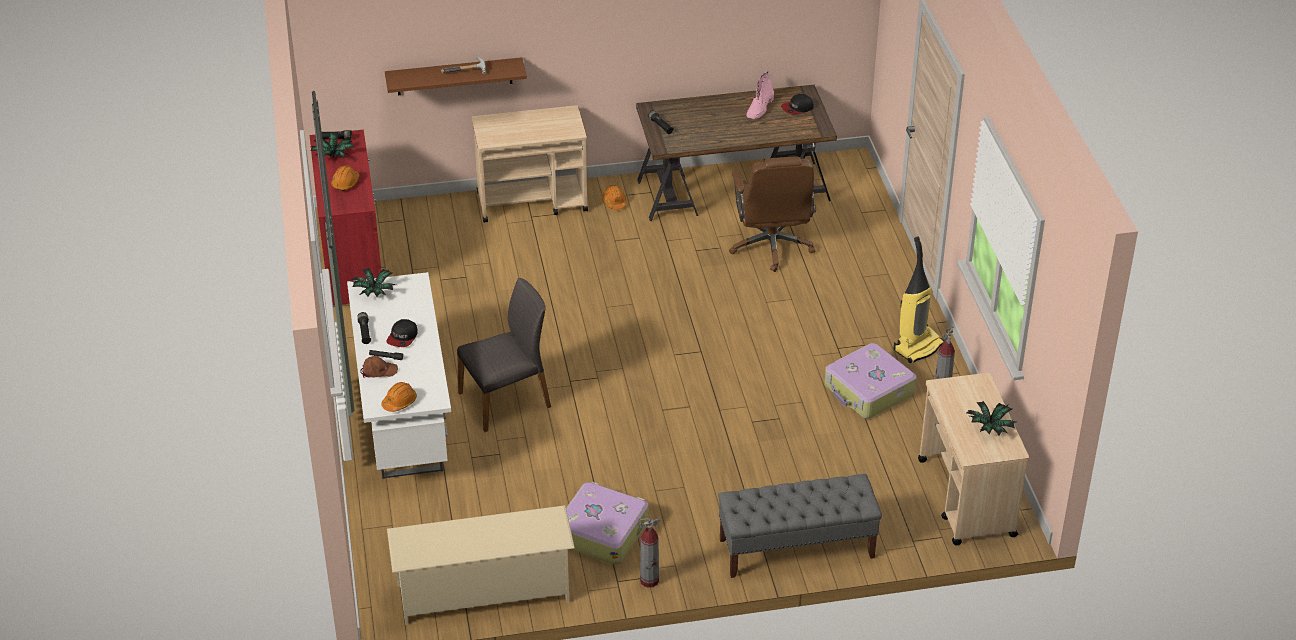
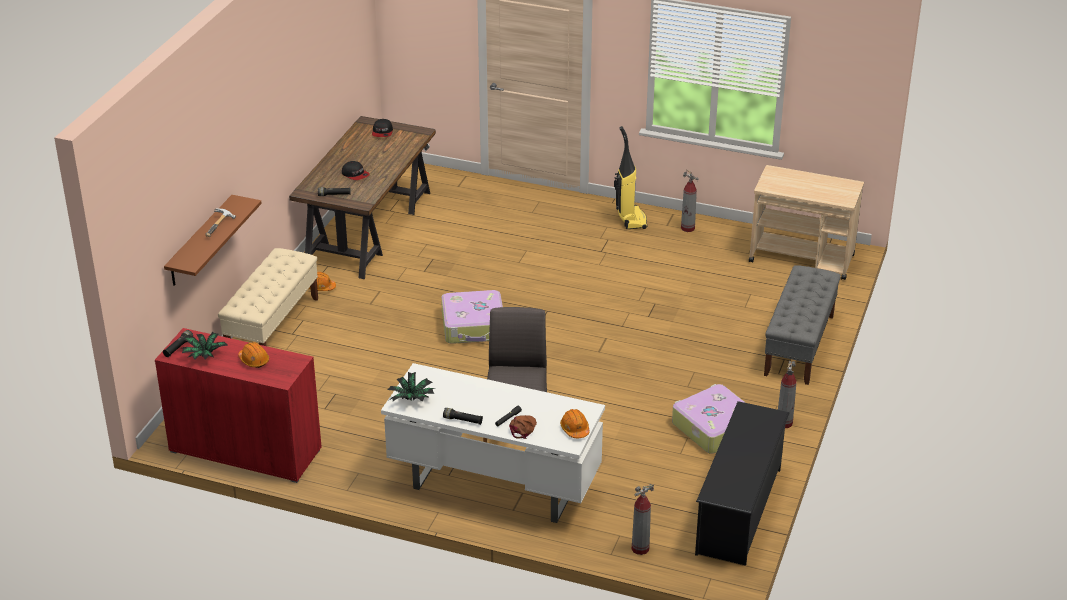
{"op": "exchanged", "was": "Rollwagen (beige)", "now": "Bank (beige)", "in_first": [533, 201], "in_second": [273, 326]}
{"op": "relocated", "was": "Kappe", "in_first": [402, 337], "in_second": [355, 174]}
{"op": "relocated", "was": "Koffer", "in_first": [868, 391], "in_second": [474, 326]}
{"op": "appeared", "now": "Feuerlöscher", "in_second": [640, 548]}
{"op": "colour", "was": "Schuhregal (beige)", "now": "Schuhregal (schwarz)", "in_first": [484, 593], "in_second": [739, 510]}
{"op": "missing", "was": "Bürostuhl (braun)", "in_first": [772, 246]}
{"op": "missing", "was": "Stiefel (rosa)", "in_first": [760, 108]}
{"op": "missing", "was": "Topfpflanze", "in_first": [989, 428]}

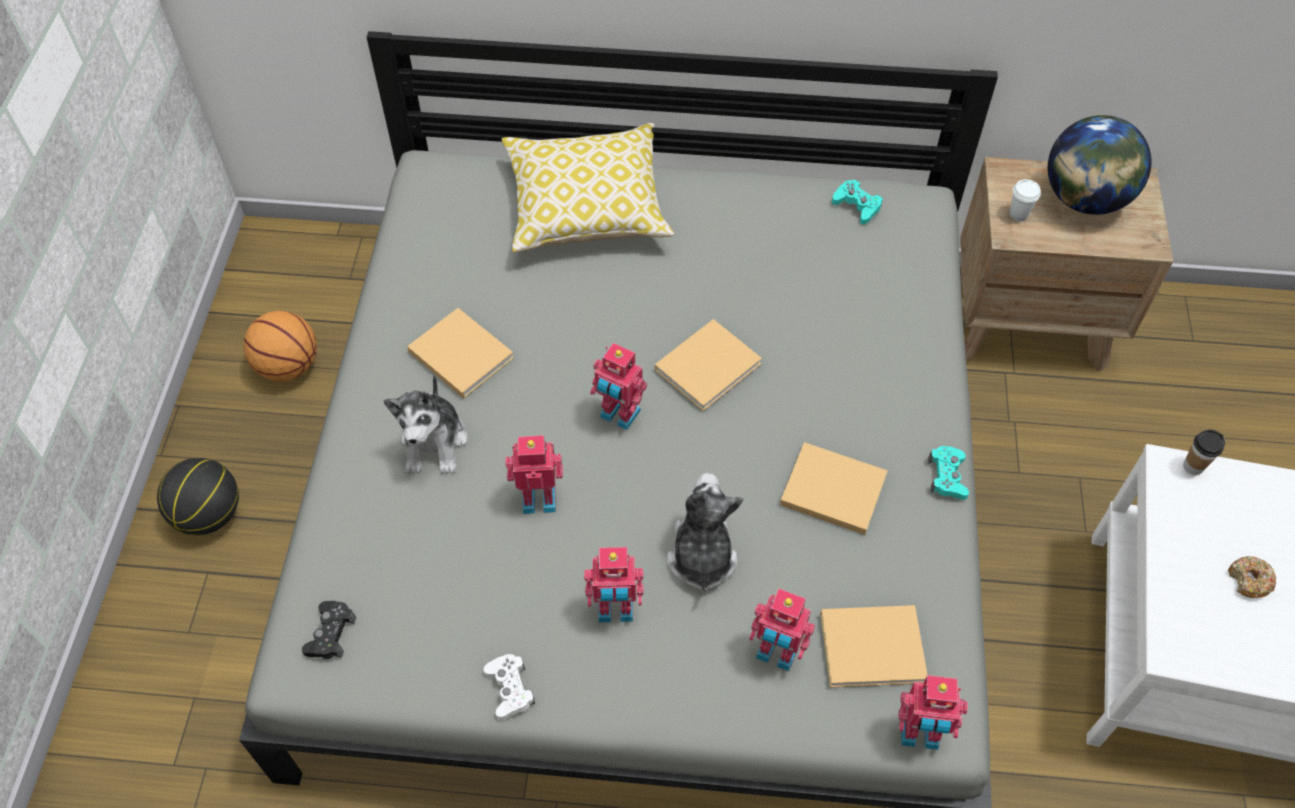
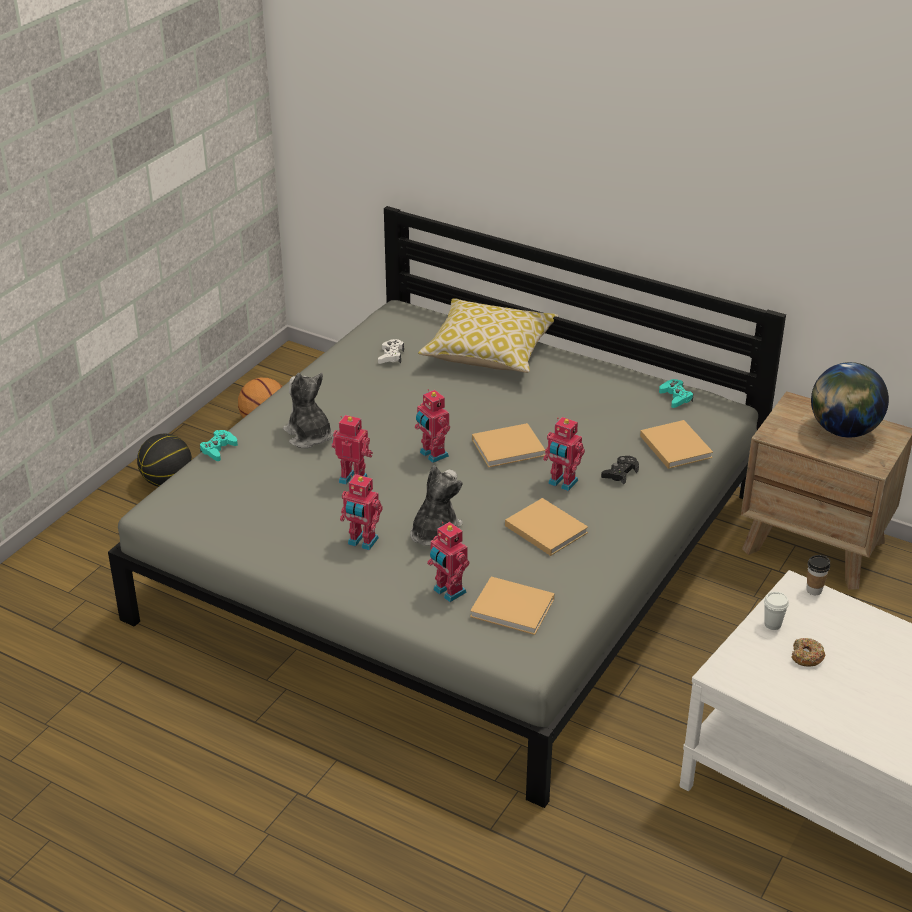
{"op": "relocated", "was": "Gamepad (türkis)", "in_first": [947, 477], "in_second": [218, 449]}
{"op": "spun", "was": "Plüschtier", "in_first": [434, 442], "in_second": [309, 436], "clockwise": 120}
{"op": "relocated", "was": "Gamepad (weiß)", "in_first": [510, 689], "in_second": [391, 356]}
{"op": "relocated", "was": "Spielzeugroboter", "in_first": [919, 735], "in_second": [562, 483]}
{"op": "relocated", "was": "Gamepad (schwarz)", "in_first": [330, 634], "in_second": [620, 473]}
{"op": "relocated", "was": "Buch (beige)", "in_first": [459, 353], "in_second": [674, 445]}
{"op": "relocated", "was": "Tasse (weiß)", "in_first": [1018, 214], "in_second": [772, 624]}

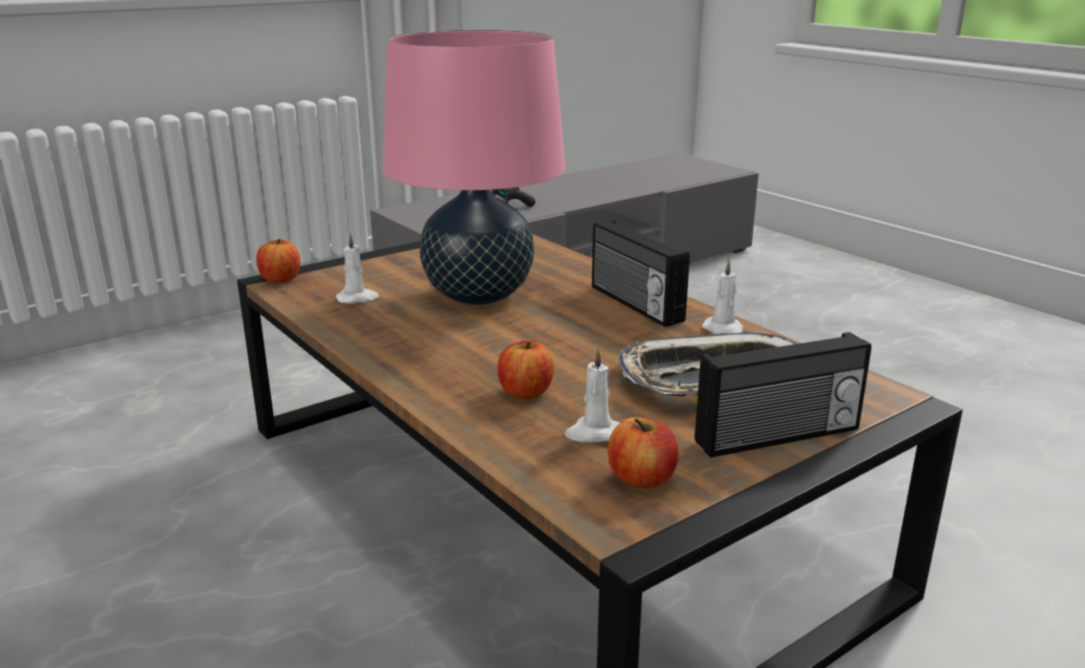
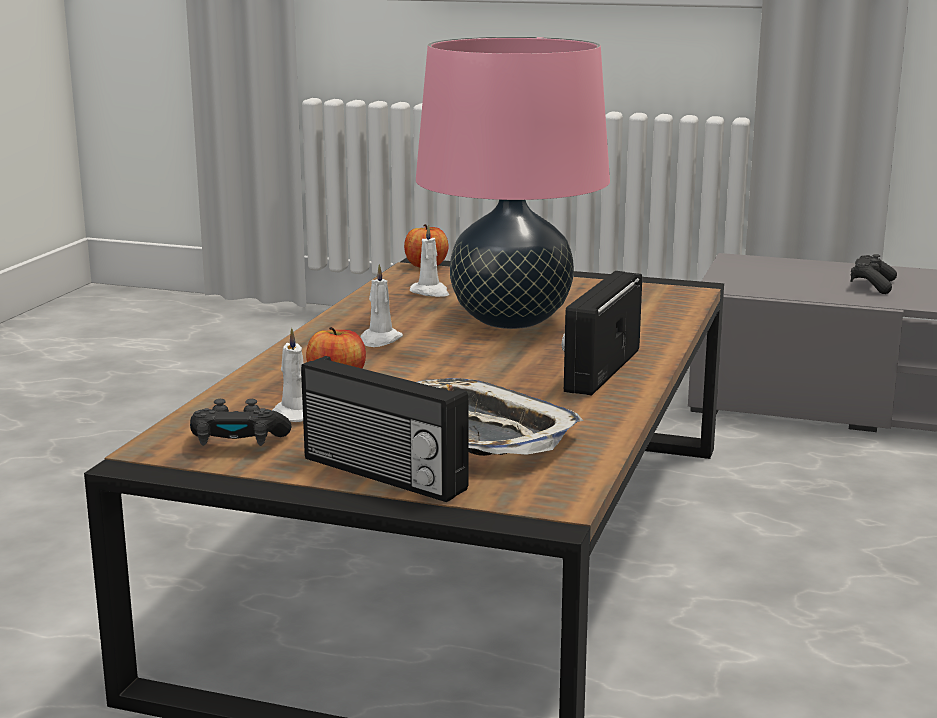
{"op": "exchanged", "was": "Apfel", "now": "Gamepad (schwarz)", "in_first": [641, 478], "in_second": [237, 444]}
{"op": "relocated", "was": "Kerze (weiß)", "in_first": [724, 330], "in_second": [380, 340]}

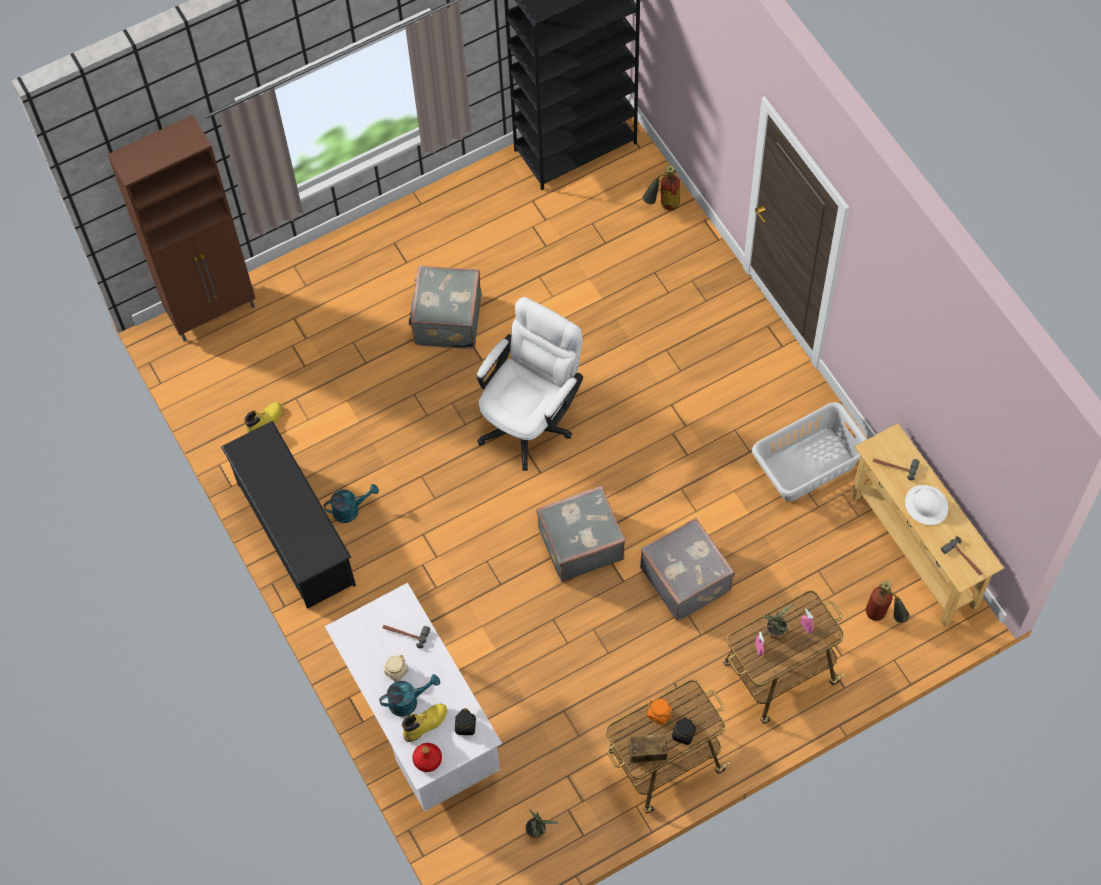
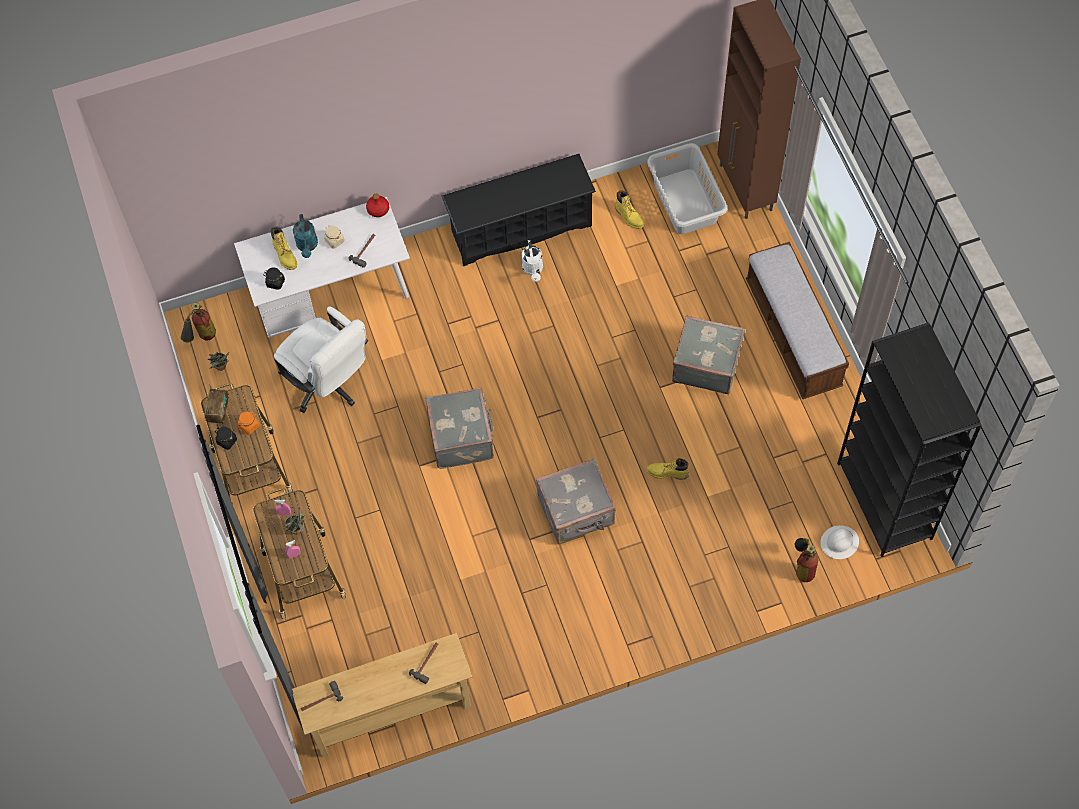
{"op": "relocated", "was": "Feuerlöscher", "in_first": [883, 617], "in_second": [202, 338]}
{"op": "relocated", "was": "Bürostuhl (weiß)", "in_first": [531, 419], "in_second": [328, 384]}
{"op": "relocated", "was": "Flasche (rot)", "in_first": [427, 759], "in_second": [378, 209]}
{"op": "colour", "was": "Gießkanne (türkis)", "now": "Gießkanne (weiß)", "in_first": [351, 509], "in_second": [533, 270]}
{"op": "relocated", "was": "Koffer (grau)", "in_first": [686, 578], "in_second": [577, 512]}
{"op": "appeared", "now": "Stiefel (gelb)", "in_second": [667, 473]}
{"op": "relocated", "was": "Wäschekorb (grau)", "in_first": [807, 464], "in_second": [685, 201]}
{"op": "appeared", "now": "Bank", "in_second": [792, 334]}
{"op": "relocated", "was": "Schutzhelm (weiß)", "in_first": [926, 505], "in_second": [839, 543]}

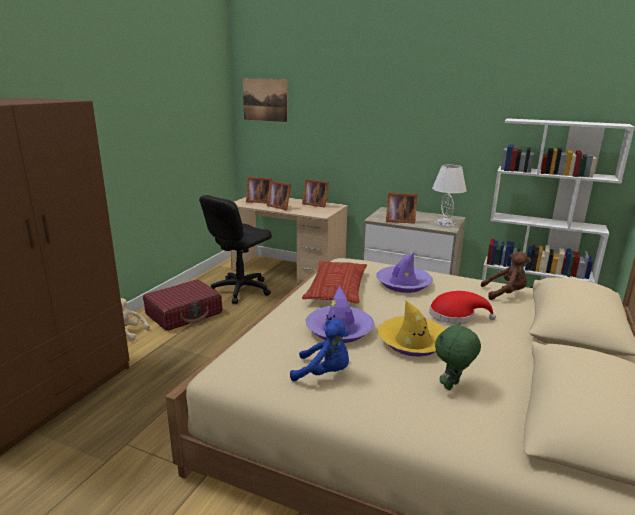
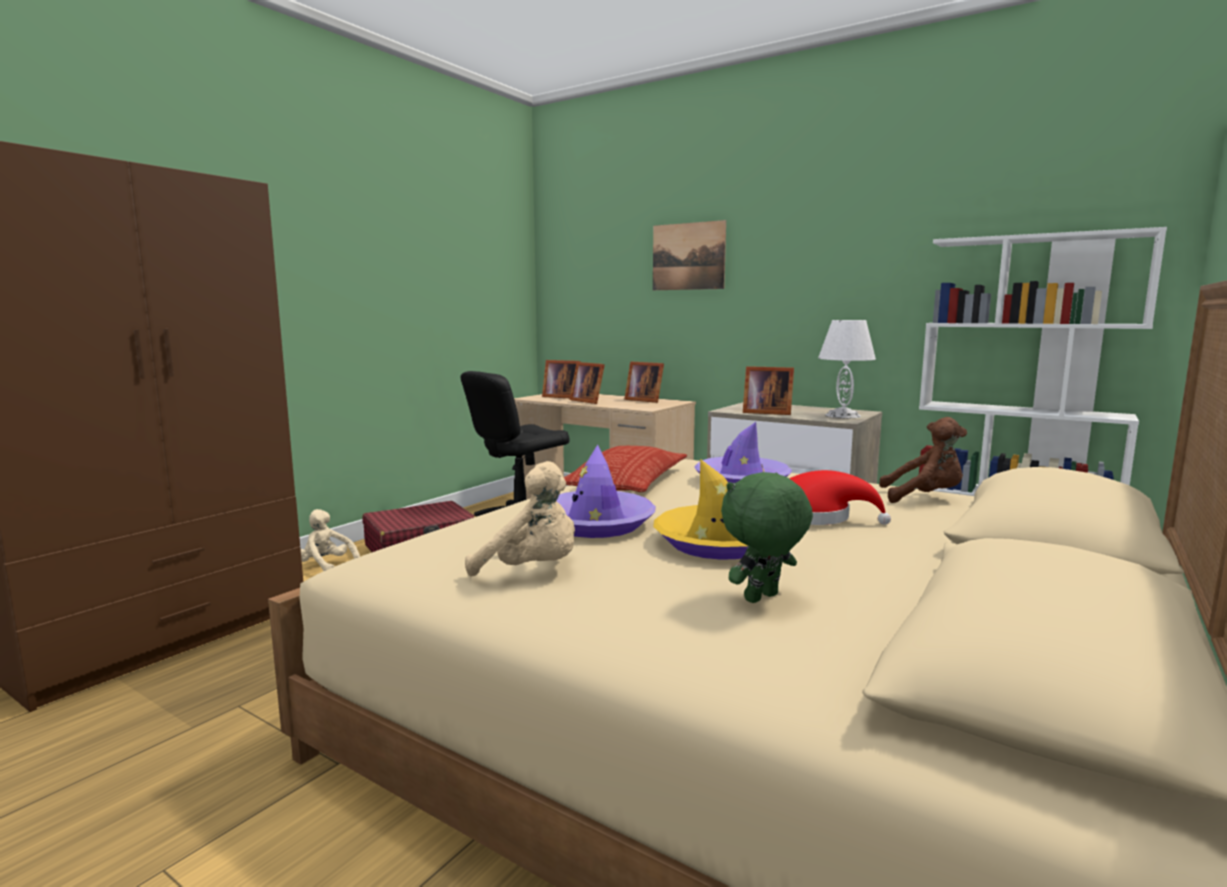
{"op": "colour", "was": "Plüschtier (blau)", "now": "Plüschtier (beige)", "in_first": [324, 373], "in_second": [532, 571]}
{"op": "relocated", "was": "Bild", "in_first": [265, 100], "in_second": [688, 256]}

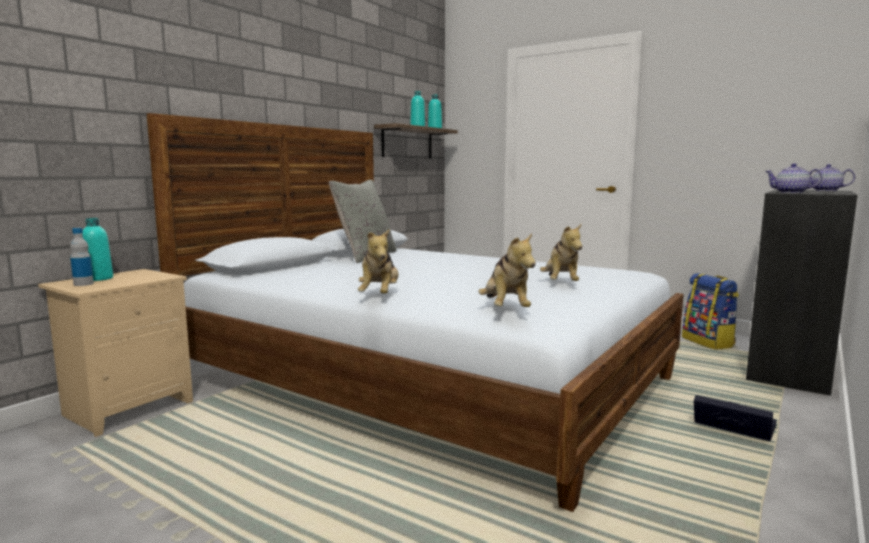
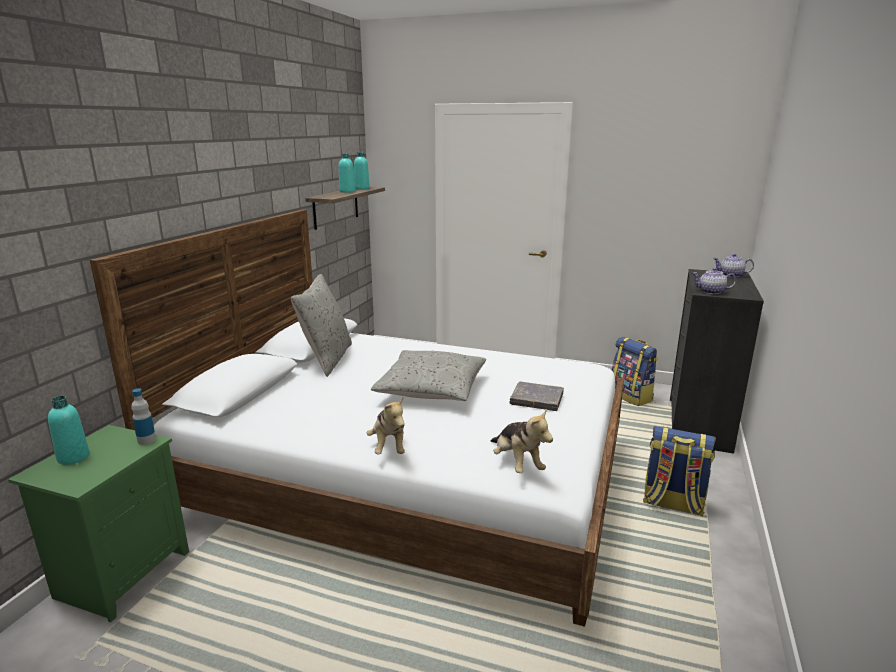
{"op": "colour", "was": "Nachttisch (beige)", "now": "Nachttisch (grün)", "in_first": [129, 408], "in_second": [123, 573]}
{"op": "relocated", "was": "Flasche", "in_first": [83, 284], "in_second": [146, 440]}
{"op": "appeared", "now": "Kissen (grau)", "in_second": [432, 389]}
{"op": "exchanged", "was": "Plüschtier", "now": "Buch (grau)", "in_first": [560, 283], "in_second": [536, 400]}
{"op": "exchanged", "was": "Aufbewahrungsbox (schwarz)", "now": "Rucksack", "in_first": [730, 427], "in_second": [672, 503]}

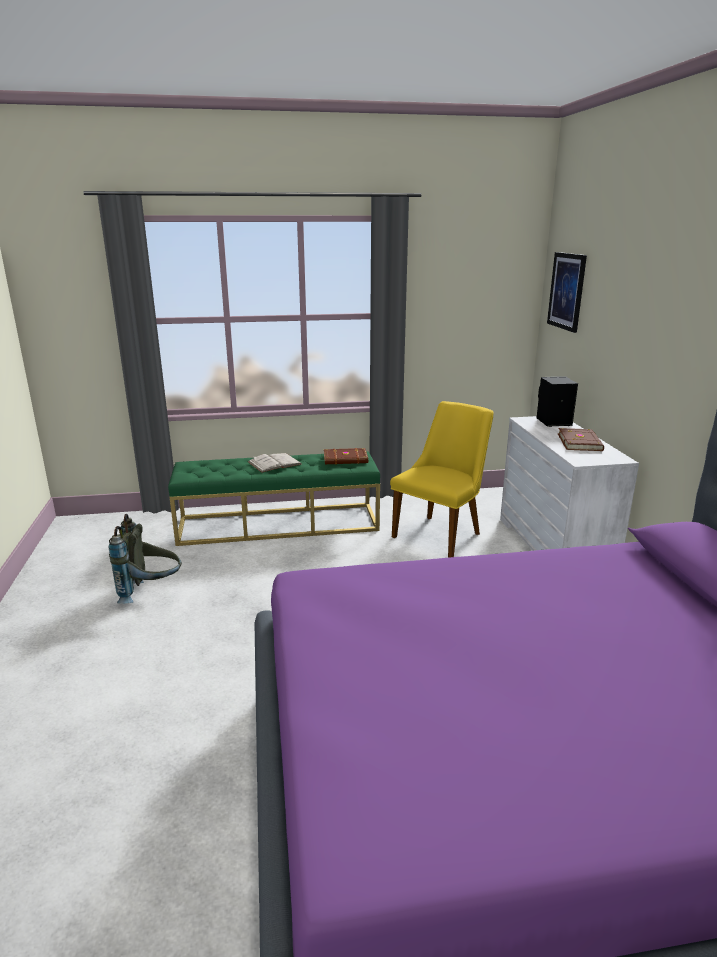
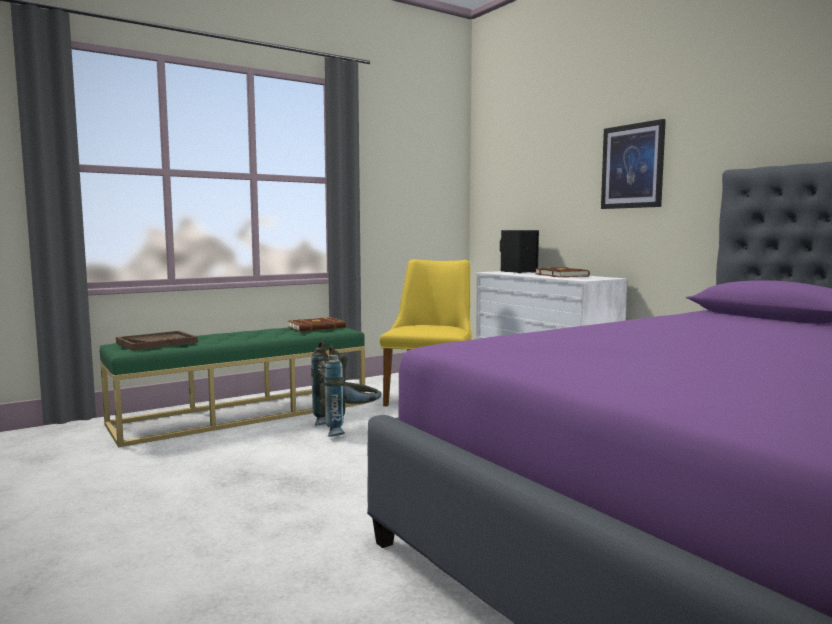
{"op": "appeared", "now": "Tablett (braun)", "in_second": [157, 343]}
{"op": "relocated", "was": "Rucksack (grau)", "in_first": [151, 592], "in_second": [347, 428]}
{"op": "relocated", "was": "Bild", "in_first": [567, 291], "in_second": [632, 166]}
{"op": "missing", "was": "Buch (weiß)", "in_first": [274, 463]}

